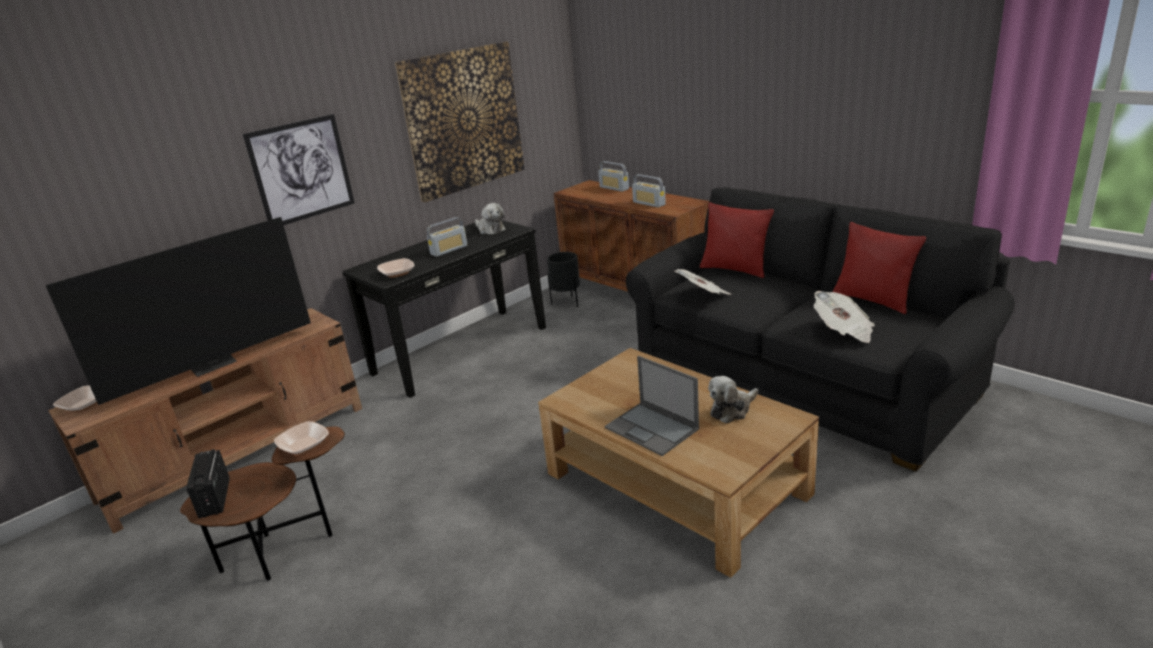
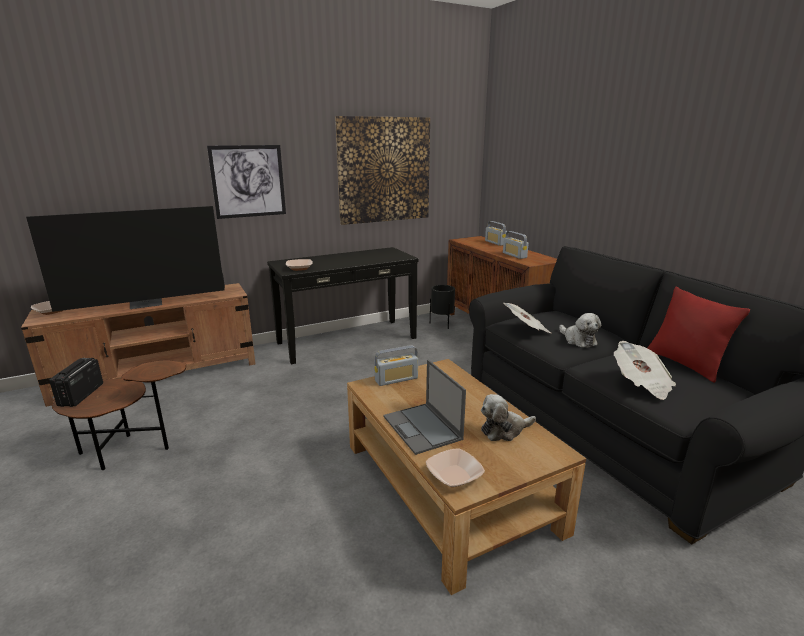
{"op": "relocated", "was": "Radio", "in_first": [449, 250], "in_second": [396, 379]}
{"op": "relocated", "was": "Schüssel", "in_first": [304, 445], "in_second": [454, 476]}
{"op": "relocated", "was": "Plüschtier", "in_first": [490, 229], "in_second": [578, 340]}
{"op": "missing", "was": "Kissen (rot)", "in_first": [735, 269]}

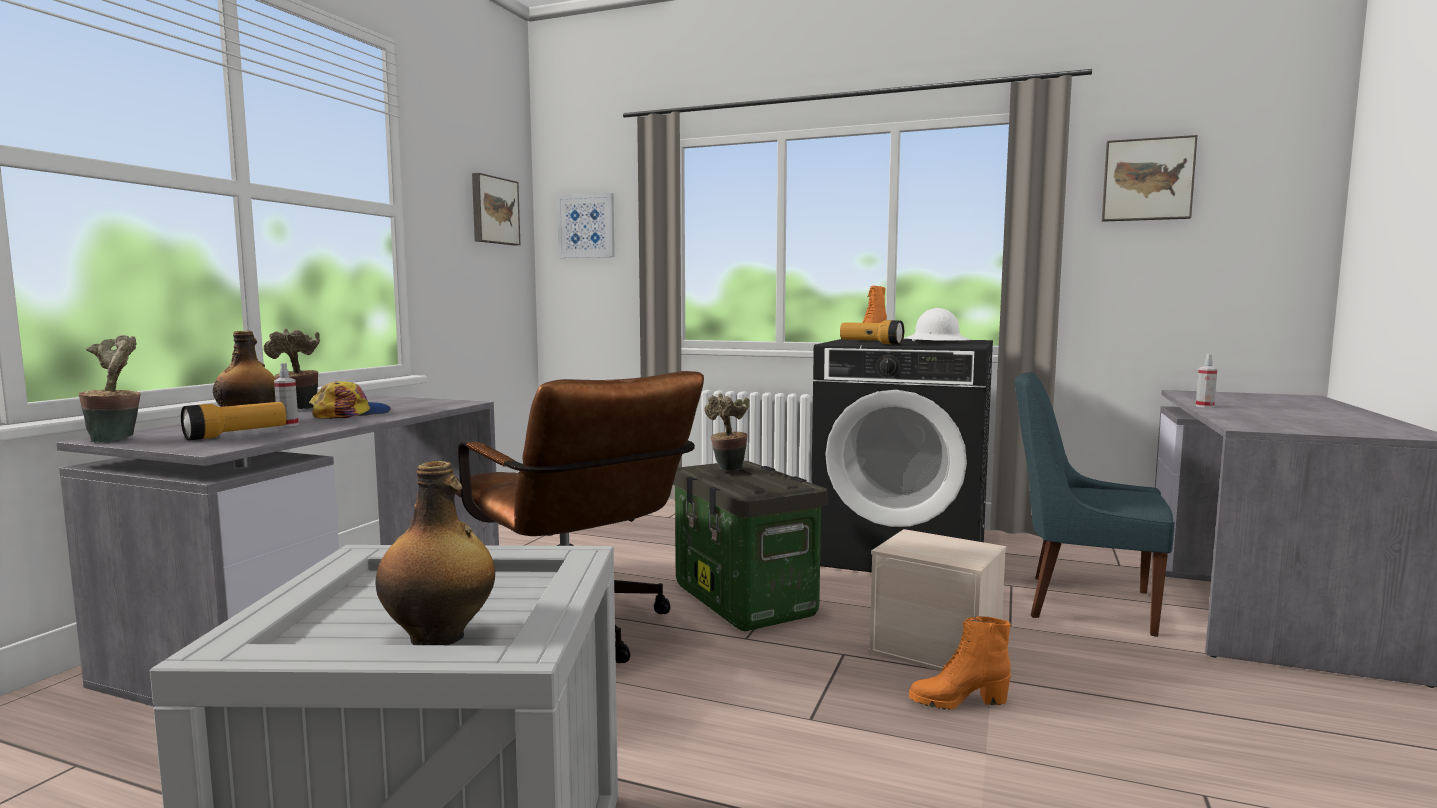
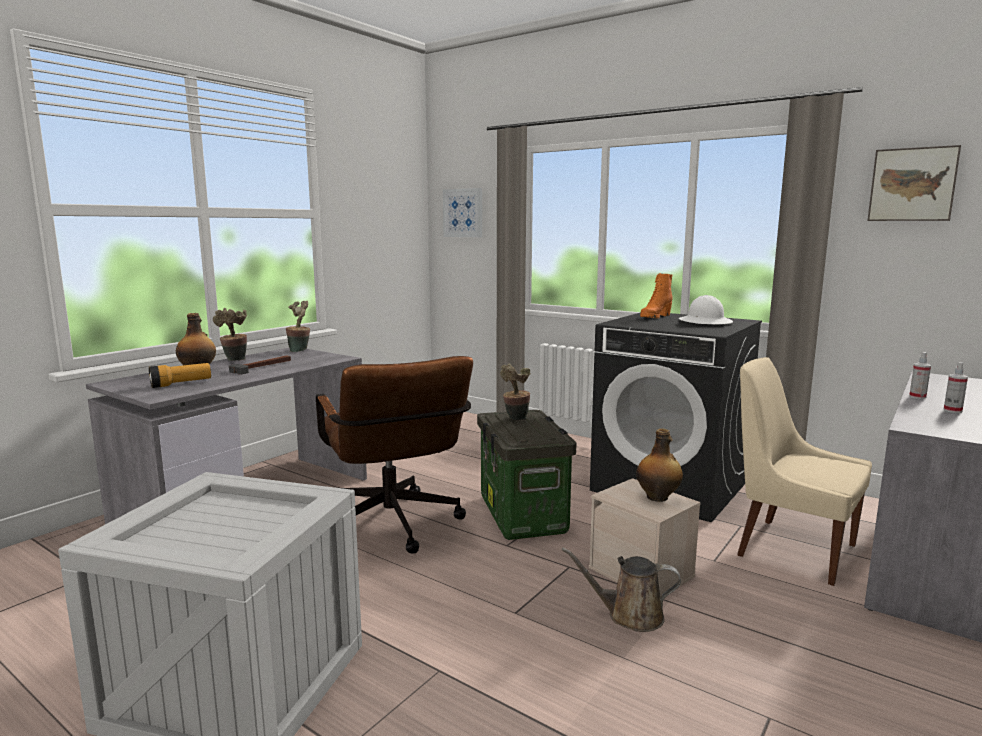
{"op": "exchanged", "was": "Kappe", "now": "Hammer", "in_first": [350, 414], "in_second": [261, 367]}
{"op": "relocated", "was": "Topfpflanze", "in_first": [117, 439], "in_second": [300, 350]}
{"op": "exchanged", "was": "Stiefel (orange)", "now": "Gießkanne (braun)", "in_first": [957, 701], "in_second": [629, 615]}
{"op": "relocated", "was": "Flasche", "in_first": [439, 637], "in_second": [658, 497]}
{"op": "colour", "was": "Stuhl (blau)", "now": "Stuhl (beige)", "in_first": [1083, 603], "in_second": [791, 549]}
{"op": "relocated", "was": "Sprühflasche", "in_first": [288, 425], "in_second": [952, 410]}
{"op": "missing", "was": "Bild", "in_first": [493, 210]}
{"op": "missing", "was": "Taschenlampe", "in_first": [871, 343]}

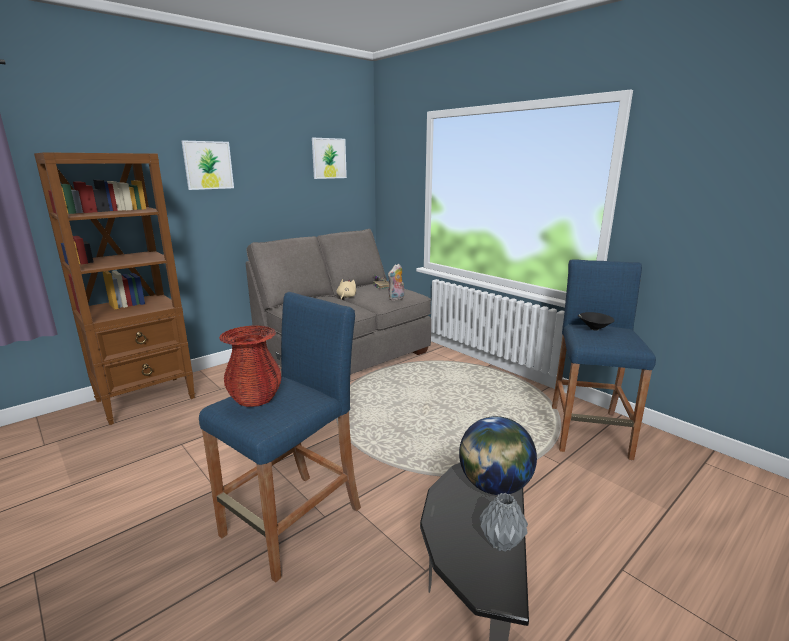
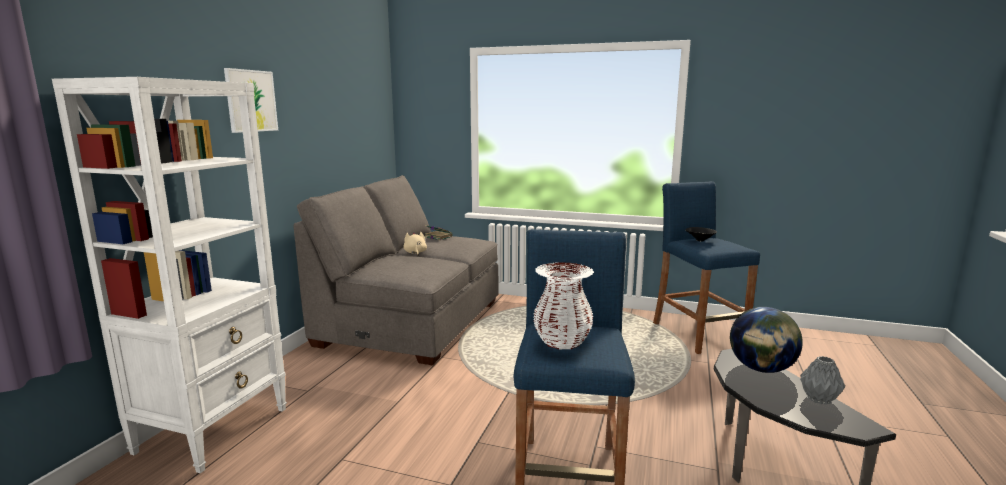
{"op": "colour", "was": "Bücherregal (braun)", "now": "Bücherregal (weiß)", "in_first": [147, 399], "in_second": [214, 429]}
{"op": "colour", "was": "Vase (rot)", "now": "Vase (weiß)", "in_first": [255, 399], "in_second": [562, 342]}
{"op": "missing", "was": "Bild", "in_first": [329, 158]}
{"op": "missing", "was": "Plüschtier", "in_first": [396, 298]}

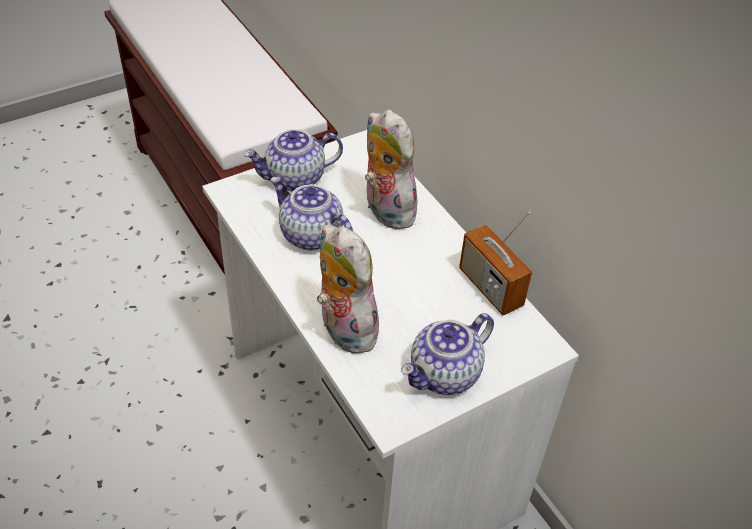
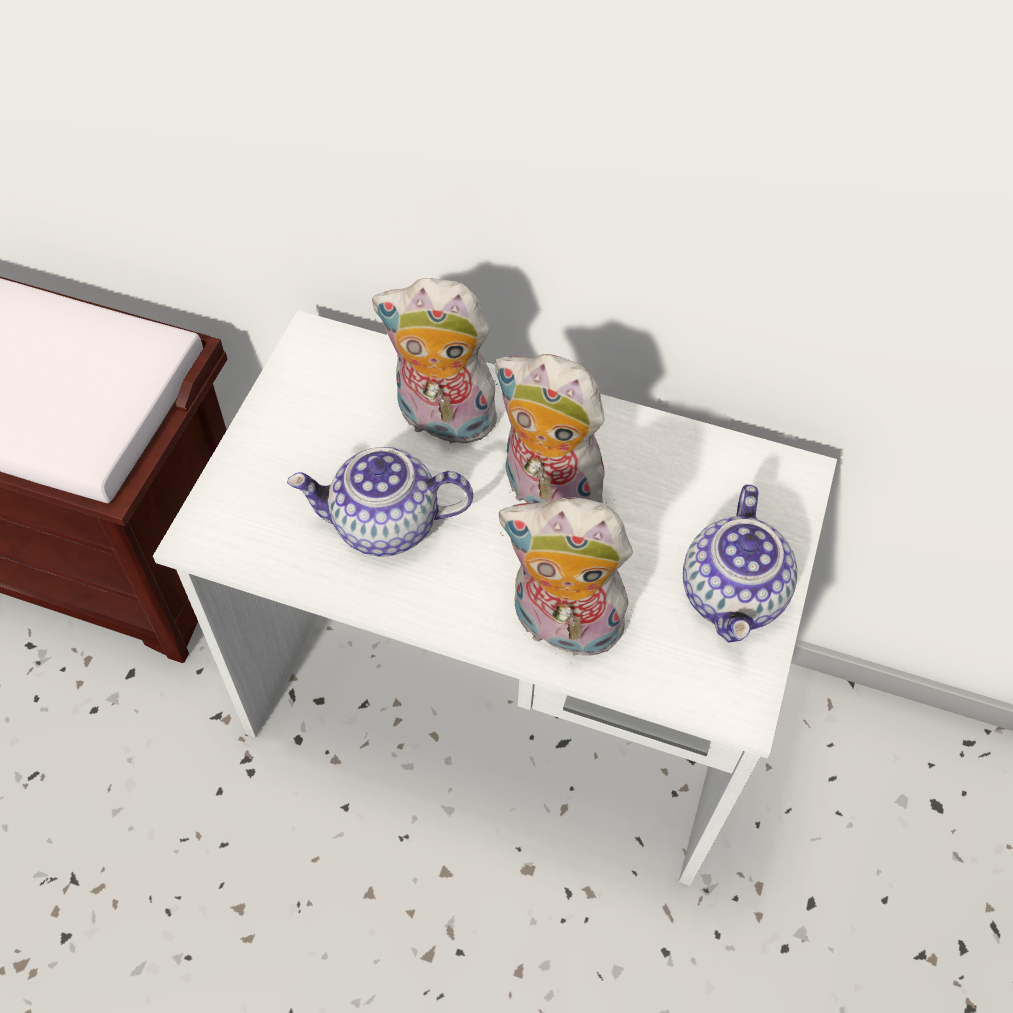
{"op": "appeared", "now": "Plüschtier", "in_second": [545, 494]}
{"op": "missing", "was": "Teekanne", "in_first": [295, 179]}
{"op": "missing", "was": "Radio", "in_first": [490, 288]}

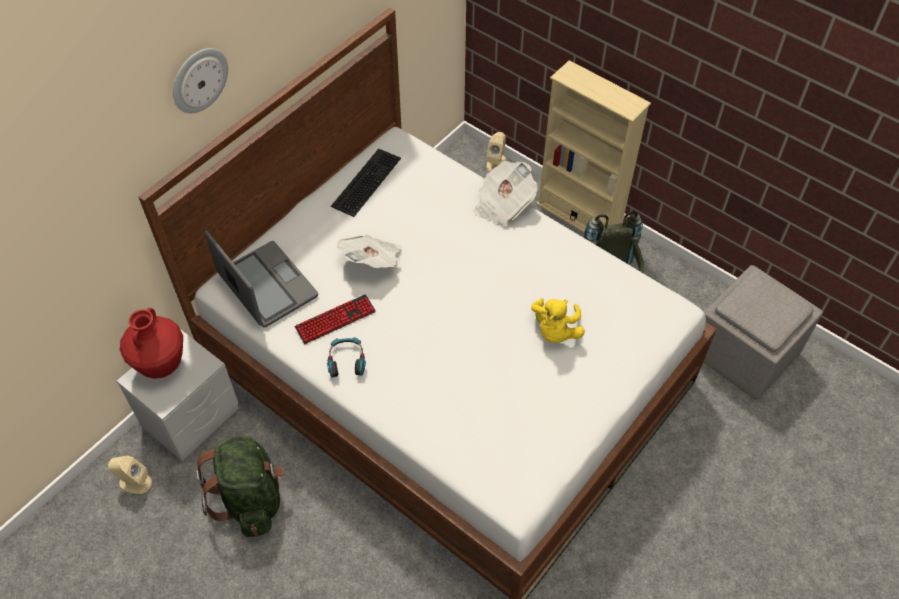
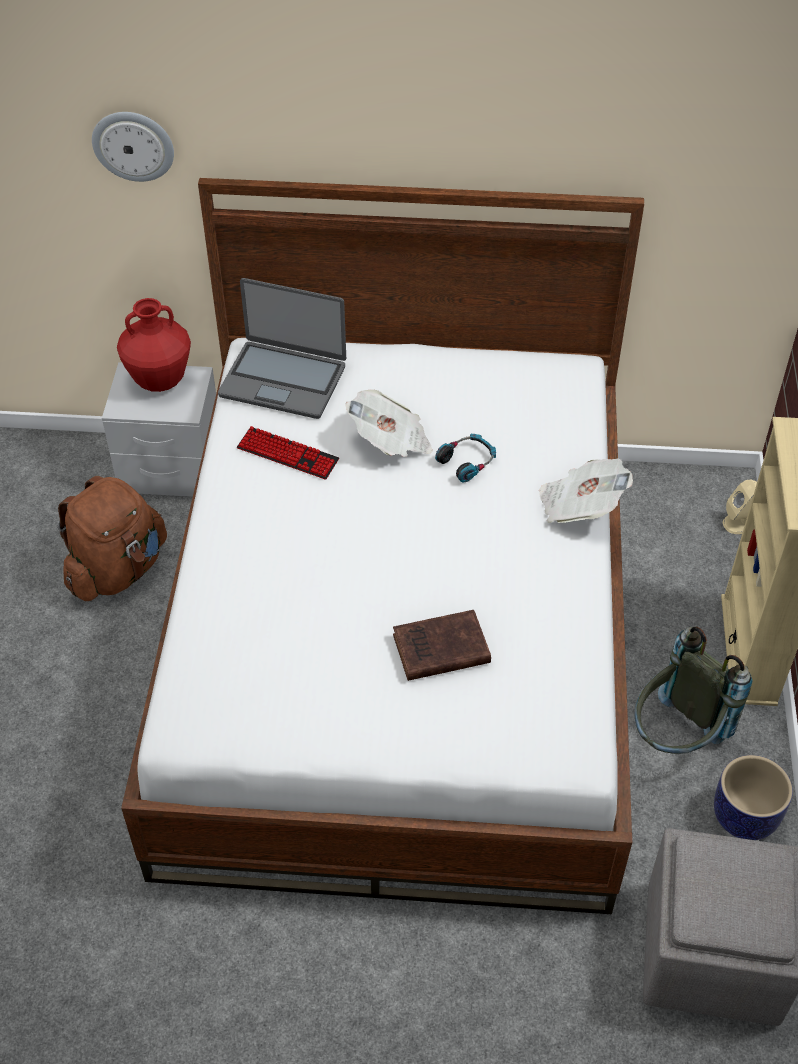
{"op": "colour", "was": "Rucksack (grün)", "now": "Rucksack (braun)", "in_first": [251, 499], "in_second": [118, 570]}
{"op": "relocated", "was": "Wanduhr", "in_first": [199, 79], "in_second": [133, 145]}
{"op": "spun", "was": "Laptop", "in_first": [266, 286], "in_second": [283, 380], "clockwise": 90}
{"op": "exchanged", "was": "Plüschtier (gelb)", "now": "Buch (braun)", "in_first": [555, 331], "in_second": [438, 650]}
{"op": "relocated", "was": "Kopfhörer", "in_first": [346, 361], "in_second": [467, 462]}
{"op": "appeared", "now": "Pflanzkübel", "in_second": [745, 817]}
{"op": "missing", "was": "Lautsprecher (beige)", "in_first": [134, 482]}
{"op": "missing", "was": "Tastatur", "in_first": [365, 181]}

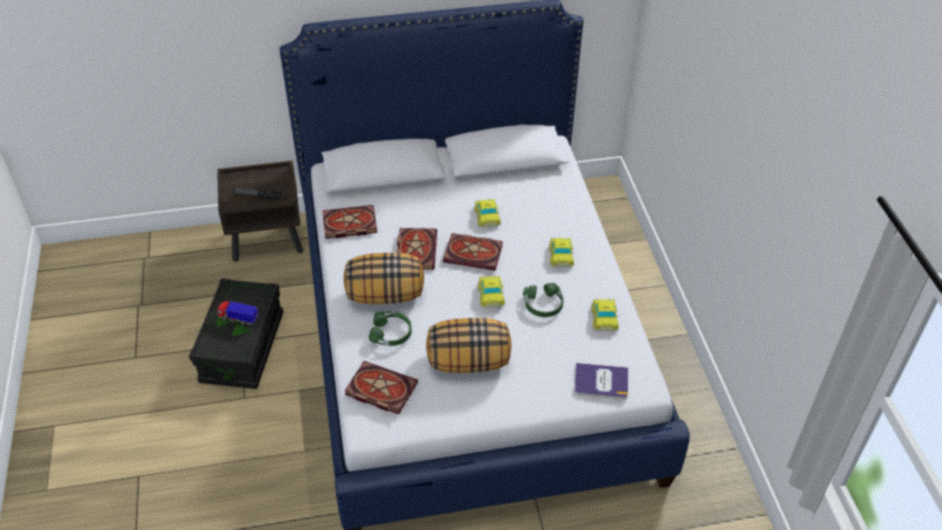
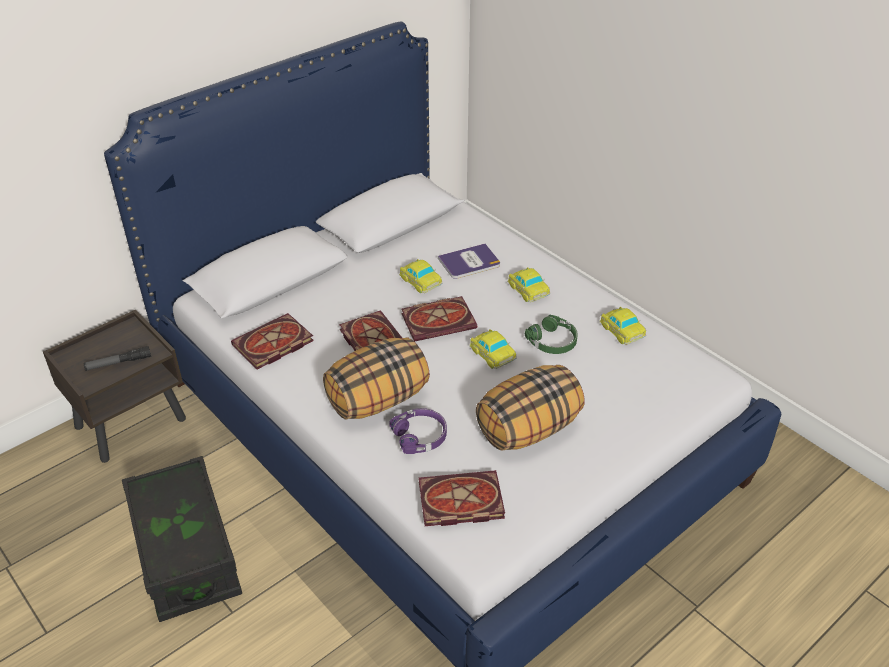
{"op": "colour", "was": "Kopfhörer (grün)", "now": "Kopfhörer (lila)", "in_first": [391, 333], "in_second": [420, 436]}
{"op": "relocated", "was": "Buch", "in_first": [601, 382], "in_second": [469, 262]}
{"op": "missing", "was": "Spielzeuglaster", "in_first": [238, 319]}

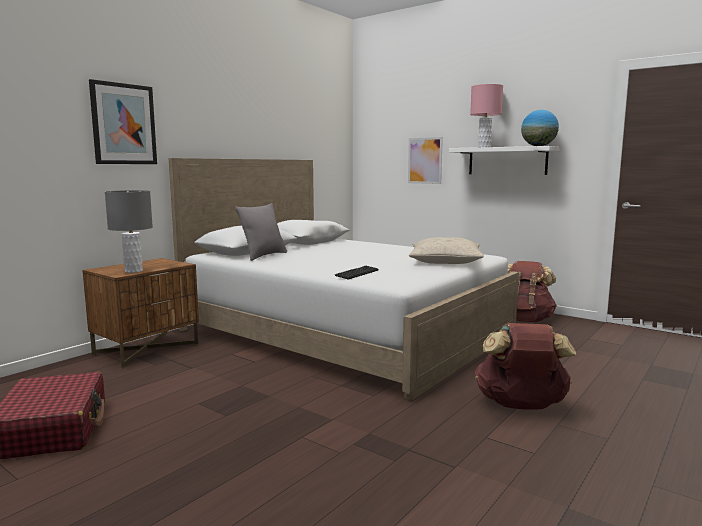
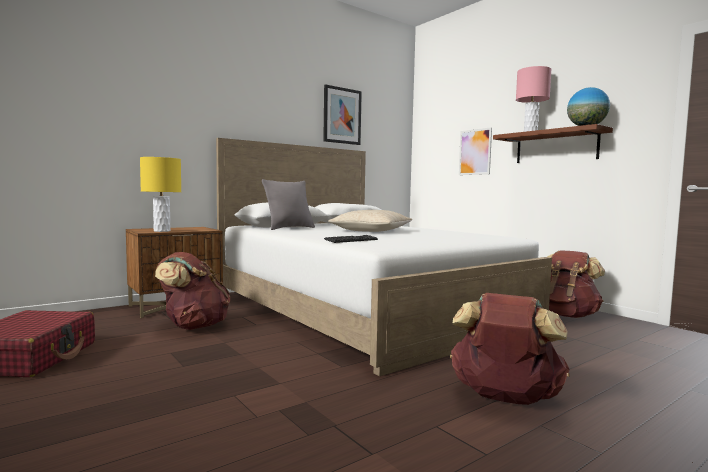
{"op": "colour", "was": "Tischlampe (grau)", "now": "Tischlampe (gelb)", "in_first": [133, 271], "in_second": [161, 231]}
{"op": "appeared", "now": "Rucksack (braun)", "in_second": [193, 326]}
{"op": "relocated", "was": "Bild", "in_first": [123, 124], "in_second": [342, 116]}
{"op": "relocated", "was": "Kissen (beige)", "in_first": [445, 261], "in_second": [371, 230]}
{"op": "colour", "was": "Wandregal (weiß)", "now": "Wandregal (braun)", "in_first": [507, 161], "in_second": [556, 147]}

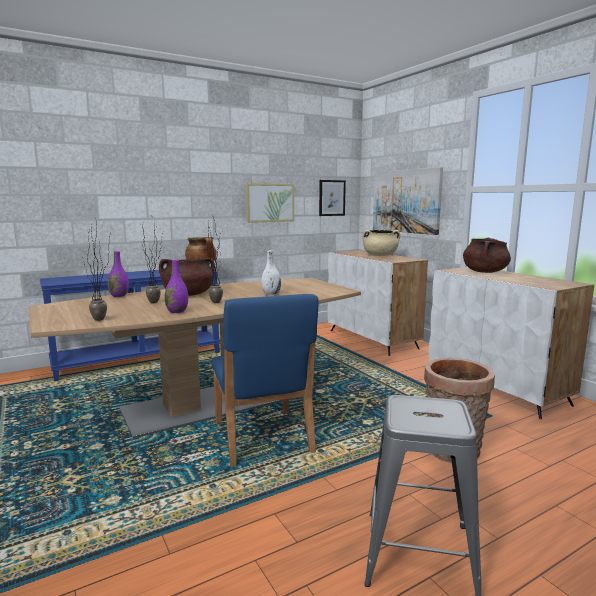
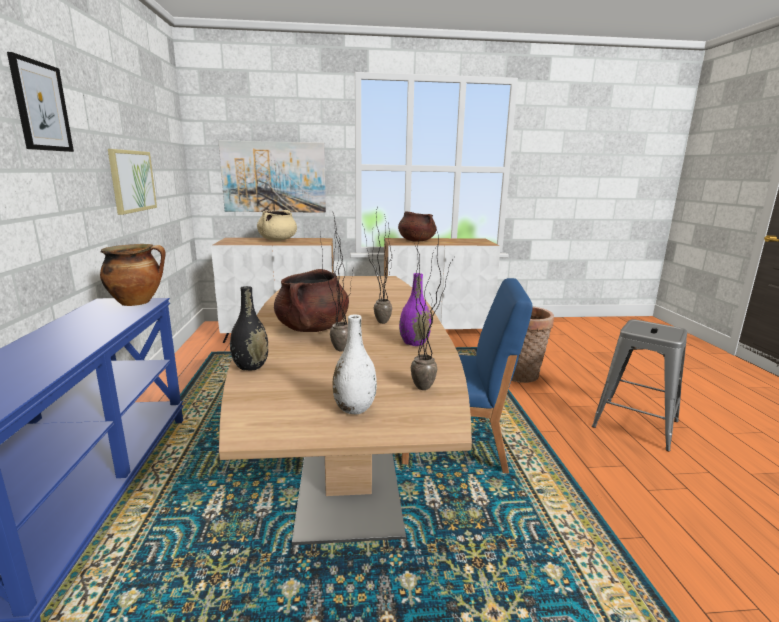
{"op": "relocated", "was": "Bild", "in_first": [332, 198], "in_second": [41, 106]}
{"op": "colour", "was": "Vase (lila)", "now": "Vase (schwarz)", "in_first": [119, 296], "in_second": [251, 366]}
{"op": "relocated", "was": "Vase (weiß)", "in_first": [271, 294], "in_second": [354, 409]}

